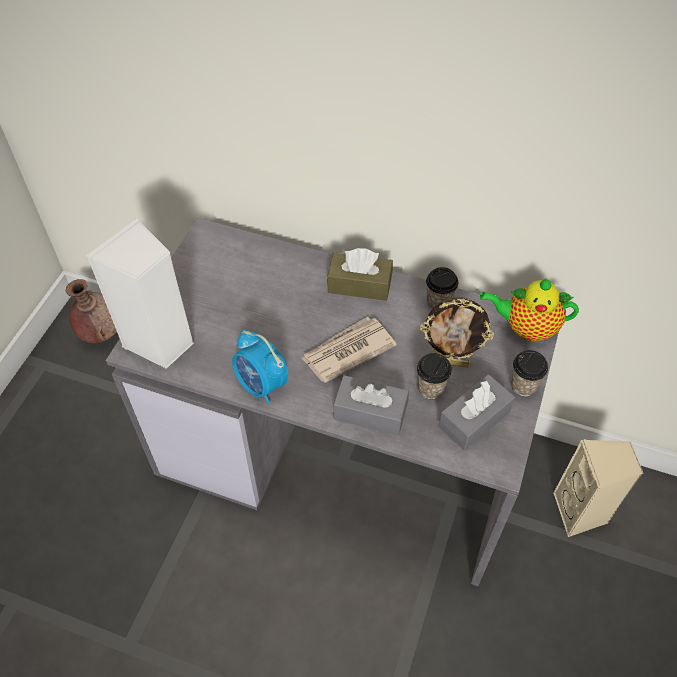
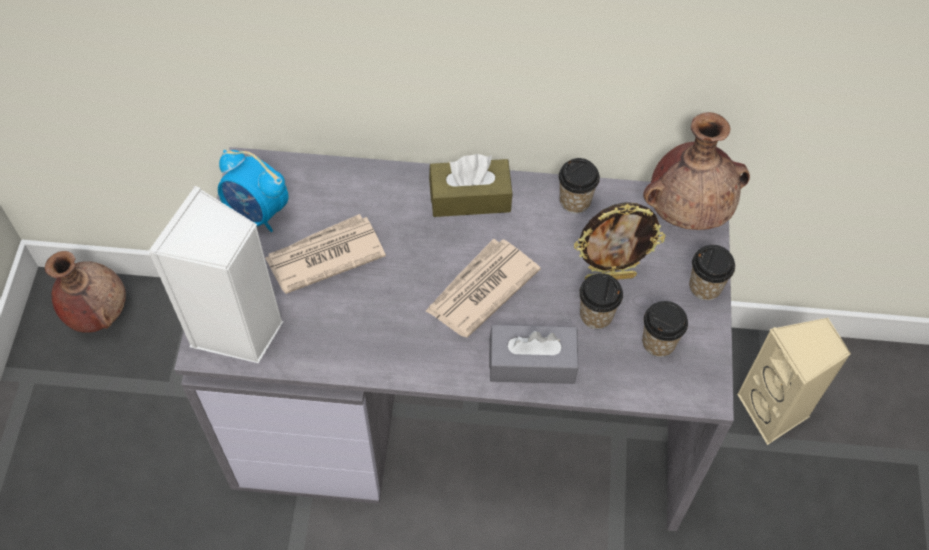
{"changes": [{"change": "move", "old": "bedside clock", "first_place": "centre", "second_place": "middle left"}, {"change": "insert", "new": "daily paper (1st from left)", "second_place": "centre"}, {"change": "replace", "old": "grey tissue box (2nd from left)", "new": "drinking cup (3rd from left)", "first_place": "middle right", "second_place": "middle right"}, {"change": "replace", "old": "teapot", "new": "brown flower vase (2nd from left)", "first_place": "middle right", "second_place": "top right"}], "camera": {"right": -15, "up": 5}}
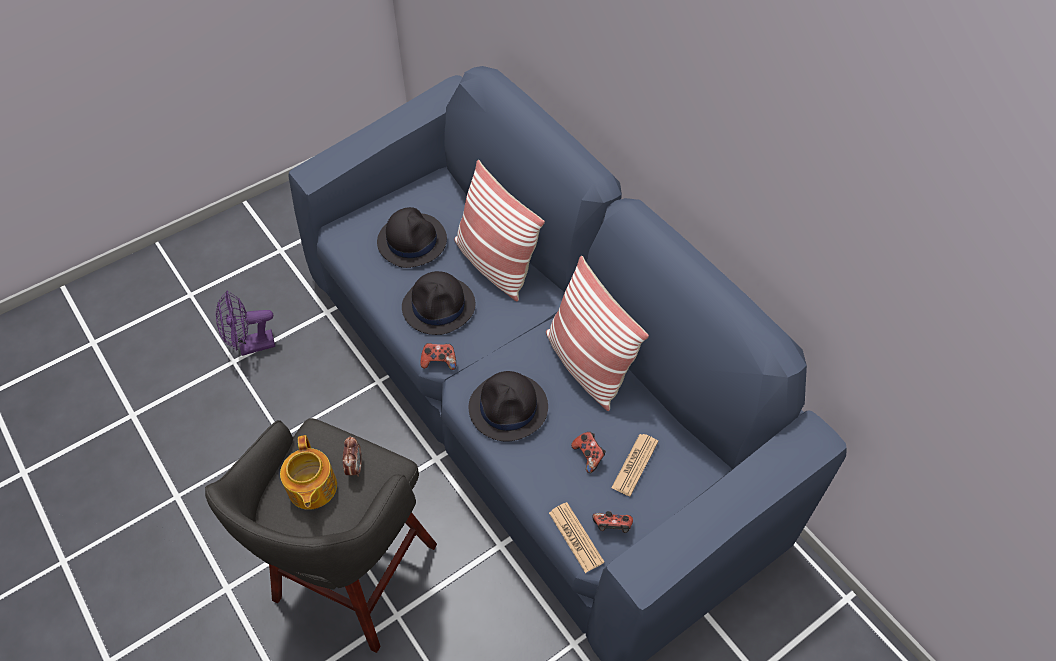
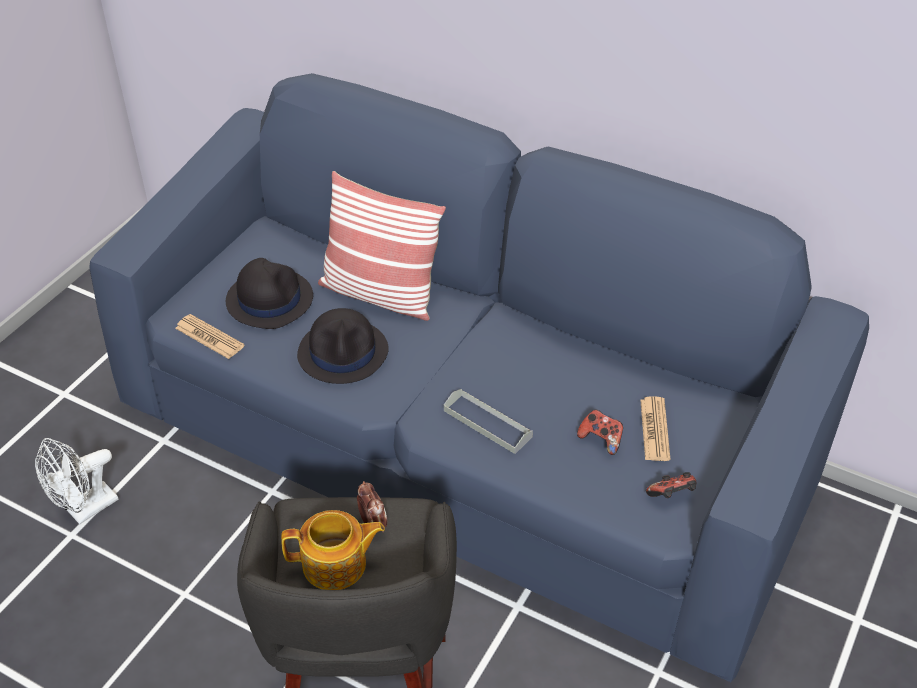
{"changes": [{"change": "recolor", "old": "purple-coloured cooling fan", "new": "whitish cooling fan", "first_place": "middle left", "second_place": "bottom left"}, {"change": "move", "old": "daily paper (1st from left)", "first_place": "bottom centre", "second_place": "middle left"}, {"change": "rotate", "old": "teapot", "first_place": "bottom left", "second_place": "bottom centre", "degrees": -60}, {"change": "replace", "old": "blackish wearable hat (3rd from left)", "new": "grey carrying tray", "first_place": "centre", "second_place": "centre"}, {"change": "delete", "old": "game controller (1st from left)", "first_place": "centre"}, {"change": "delete", "old": "pillow (2nd from left)", "first_place": "centre"}], "camera": {"right": -25, "up": -10}}
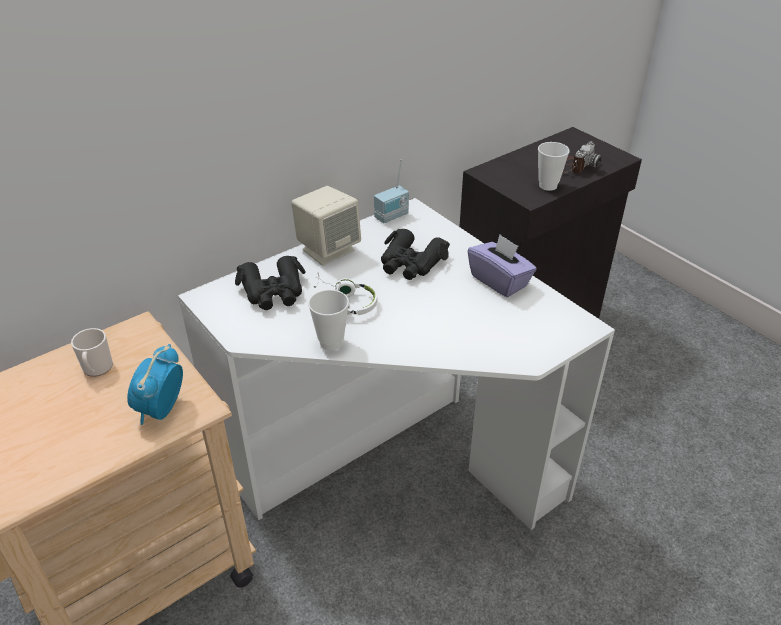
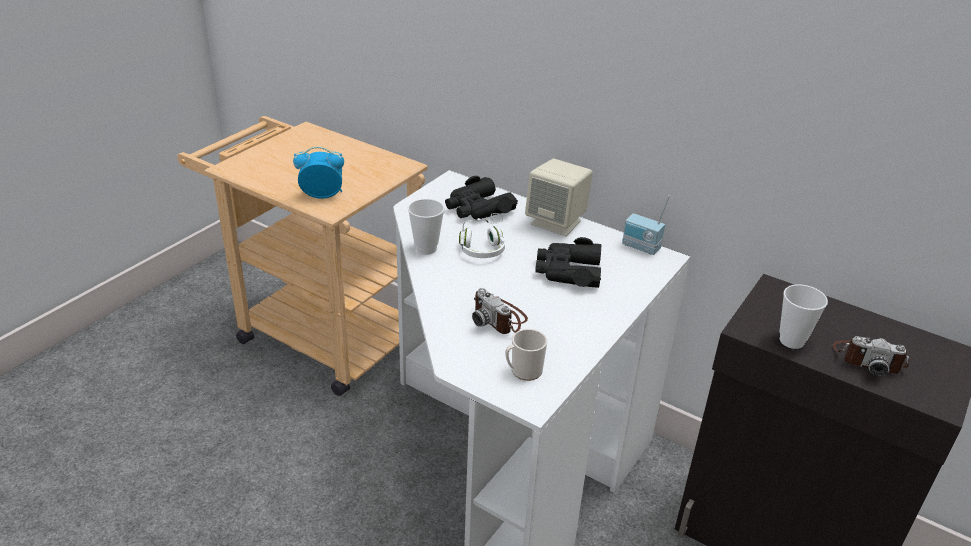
{"changes": [{"change": "insert", "new": "still camera (1st from left)", "second_place": "centre"}, {"change": "move", "old": "coffee mug", "first_place": "middle left", "second_place": "centre"}, {"change": "delete", "old": "purple-coloured tissue box", "first_place": "centre"}], "camera": {"right": 70, "up": -5}}
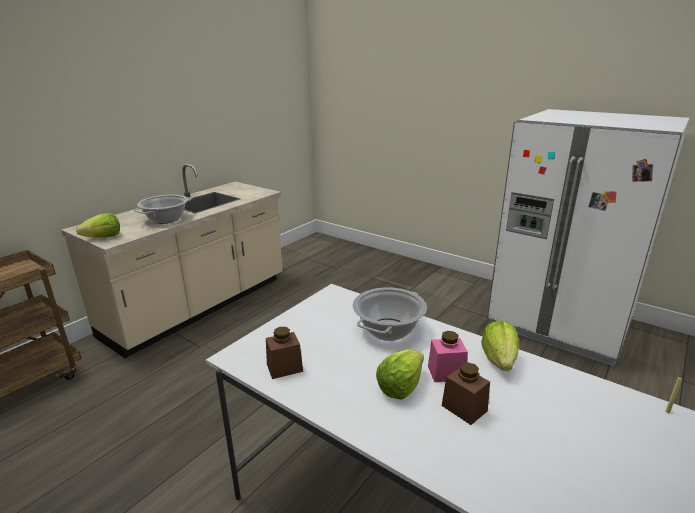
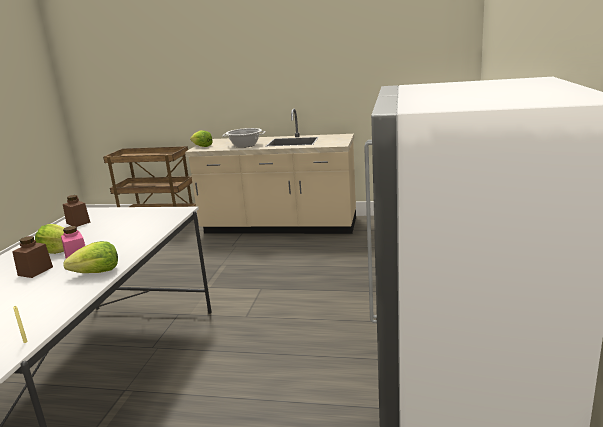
{"changes": [{"change": "delete", "old": "saucepot (2nd from left)", "first_place": "centre"}], "camera": {"right": 65, "up": -5}}
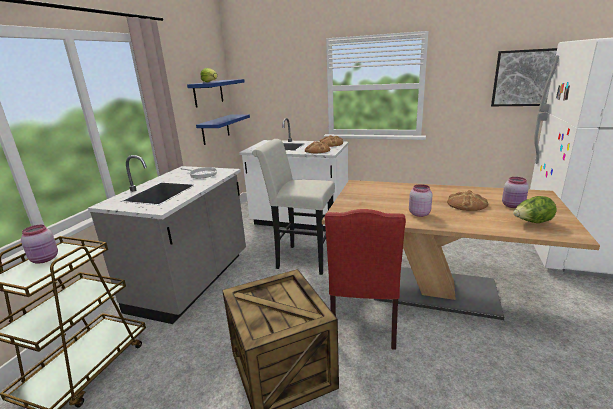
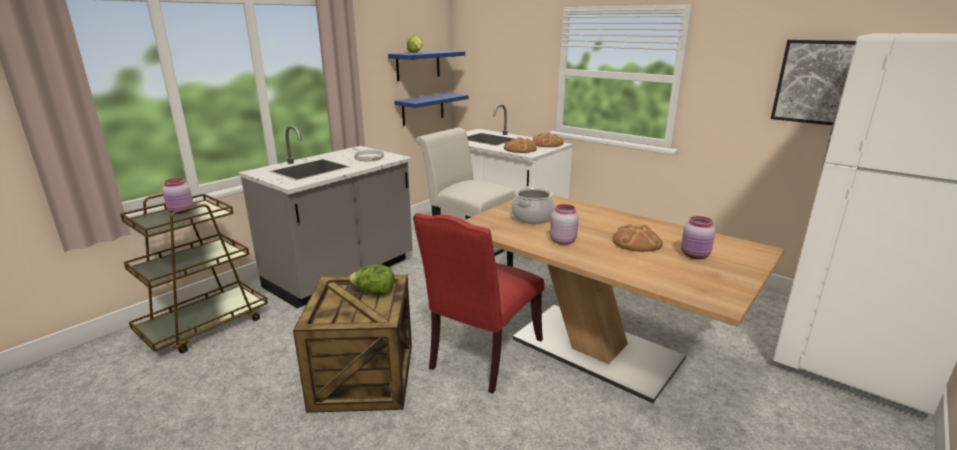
{"changes": [{"change": "move", "old": "lettuce head (2nd from left in the first image)", "new": "lettuce head (1st from left)", "first_place": "middle right", "second_place": "centre"}, {"change": "insert", "new": "saucepot", "second_place": "centre"}], "camera": {"right": 20, "up": 0}}
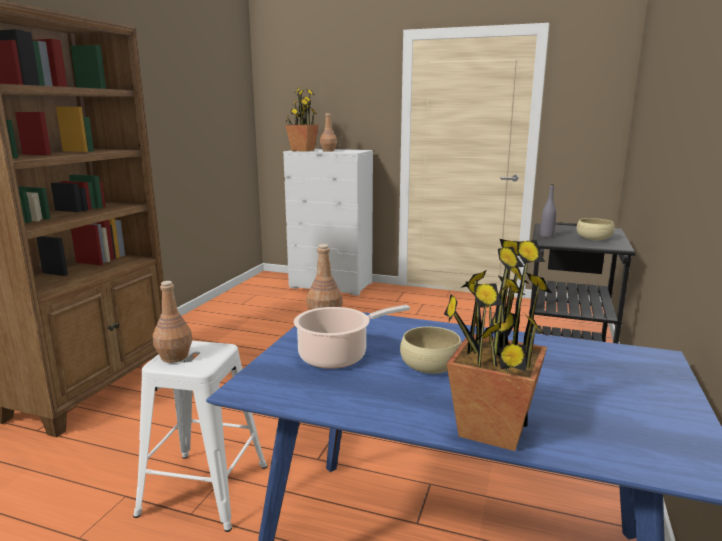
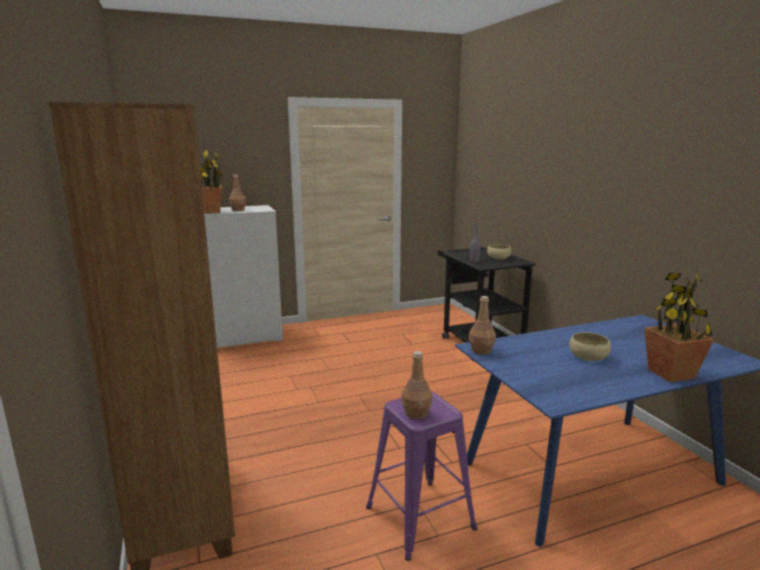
{"changes": [{"change": "recolor", "old": "whitish sitting stool", "new": "purple-coloured sitting stool", "first_place": "bottom left", "second_place": "bottom centre"}, {"change": "delete", "old": "saucepot", "first_place": "centre"}], "camera": {"right": -40, "up": 0}}
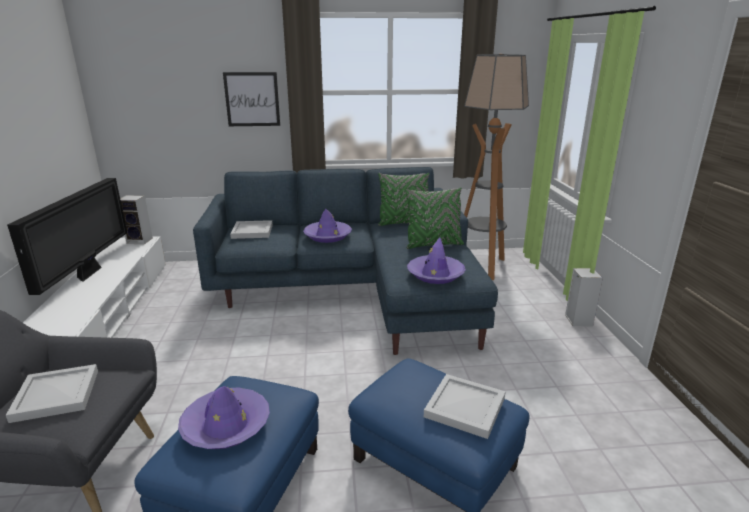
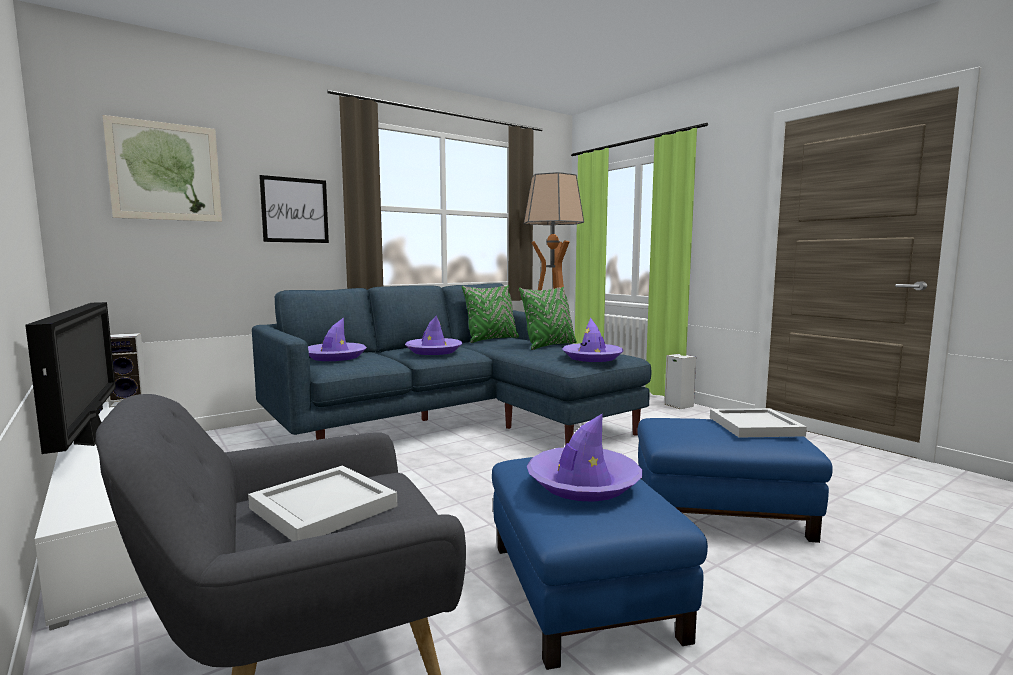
{"changes": [{"change": "insert", "new": "picture (1st from left)", "second_place": "top left"}, {"change": "replace", "old": "whitish carrying tray (2nd from left)", "new": "purple-coloured wearable hat (1st from left)", "first_place": "centre", "second_place": "middle left"}], "camera": {"right": -30, "up": -15}}
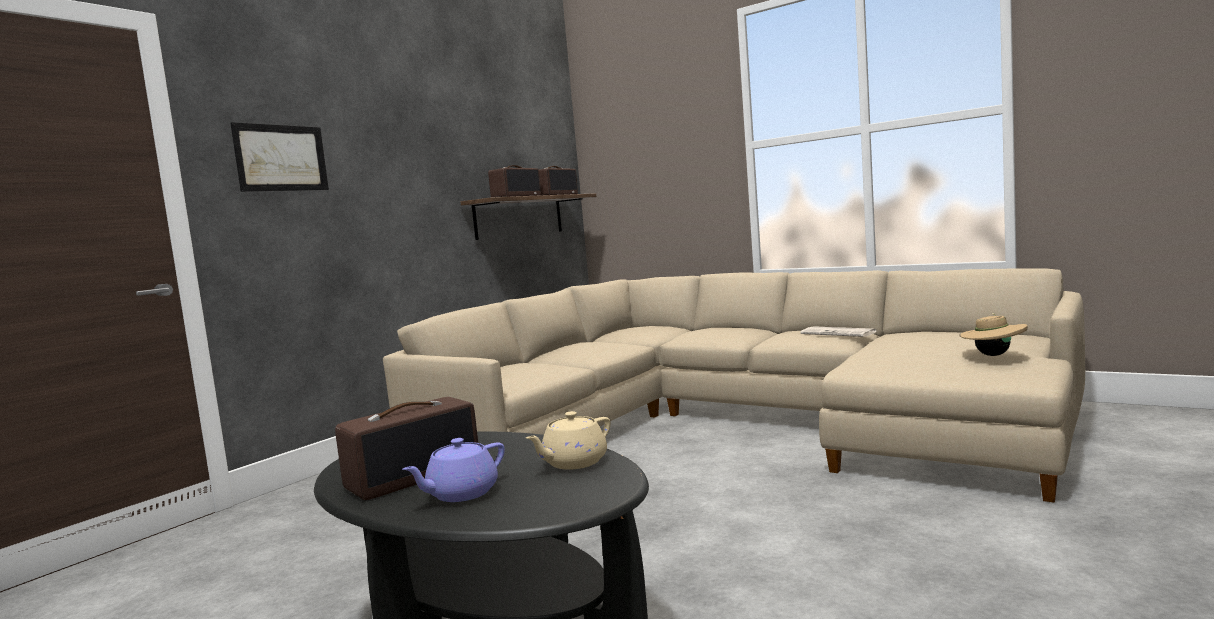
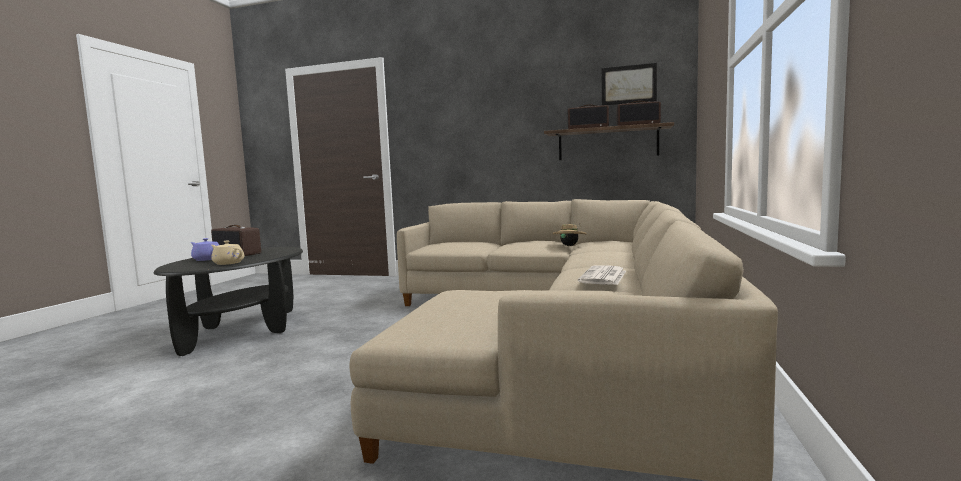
{"changes": [{"change": "move", "old": "beige wearable hat", "first_place": "middle right", "second_place": "centre"}, {"change": "move", "old": "picture", "first_place": "top left", "second_place": "top centre"}], "camera": {"right": 70, "up": 0}}
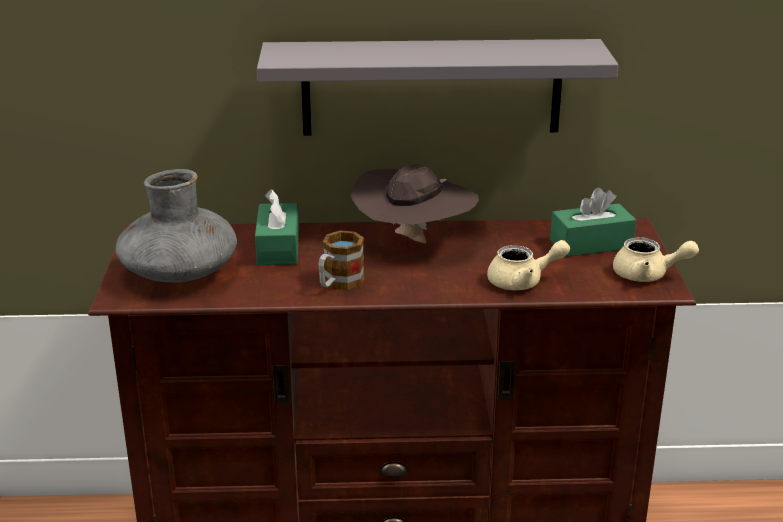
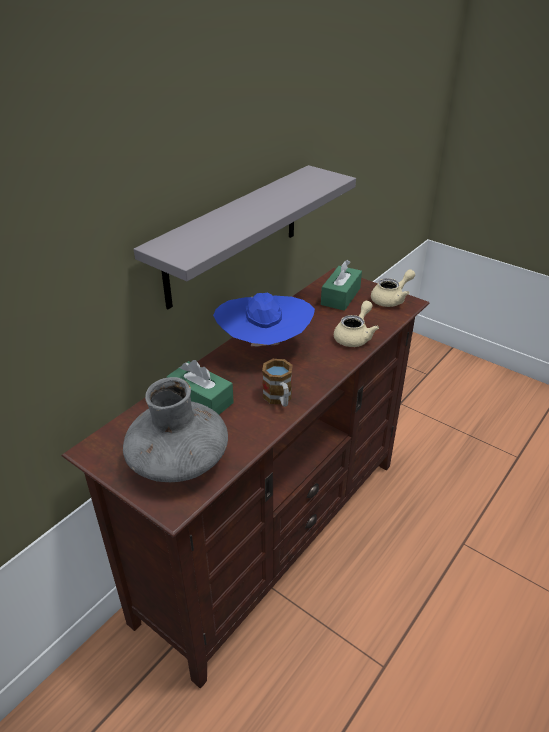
{"changes": [{"change": "recolor", "old": "brown wearable hat", "new": "blue-coloured wearable hat", "first_place": "centre", "second_place": "centre"}], "camera": {"right": -50, "up": 10}}
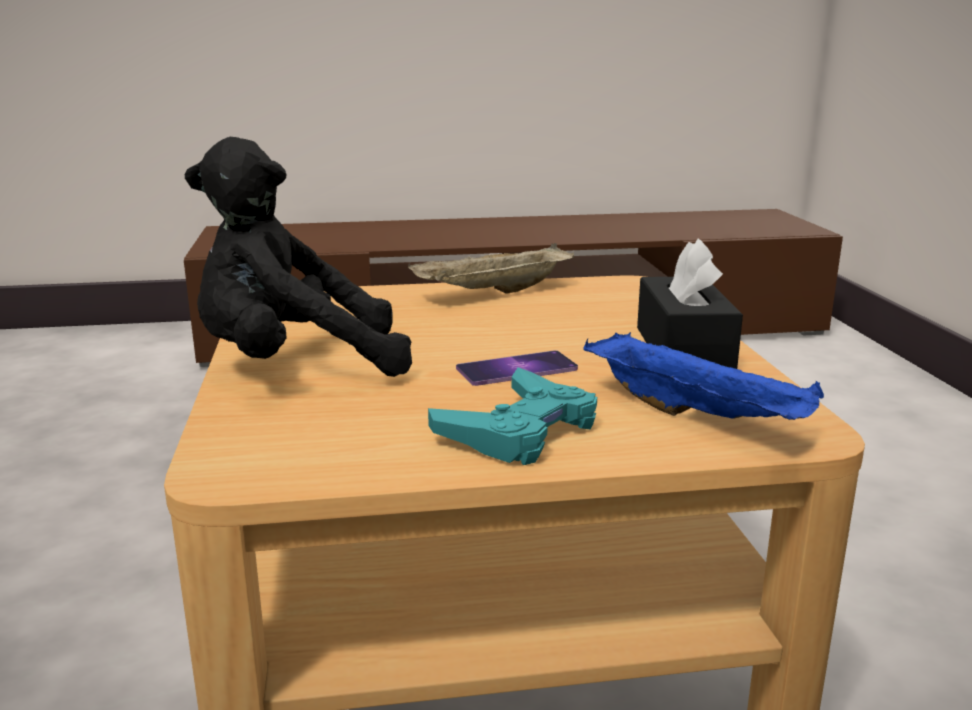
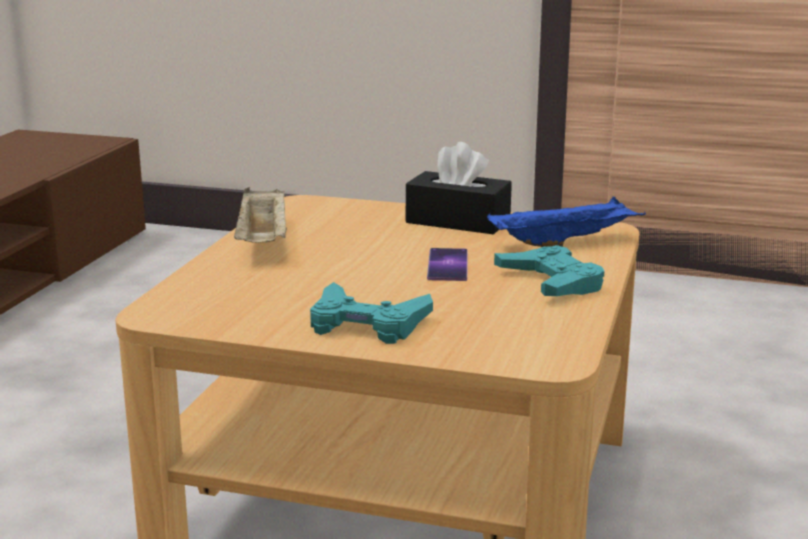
{"changes": [{"change": "replace", "old": "blackish plush toy", "new": "blue-green game controller (1st from left)", "first_place": "middle left", "second_place": "centre"}], "camera": {"right": -65, "up": 0}}
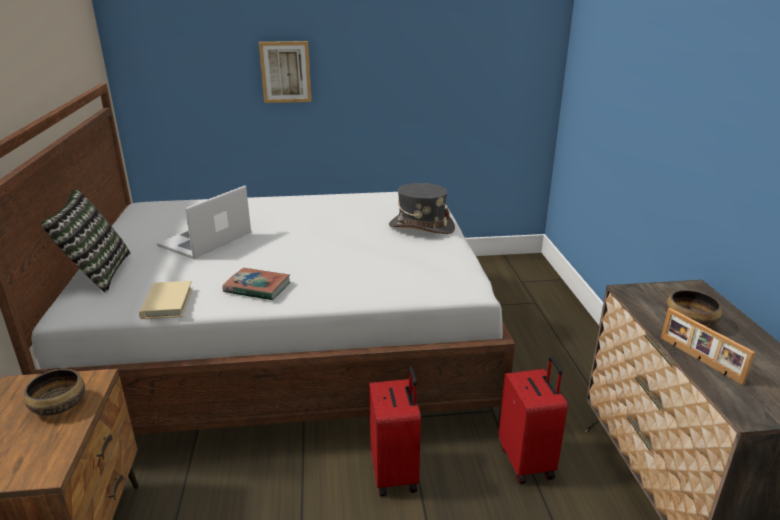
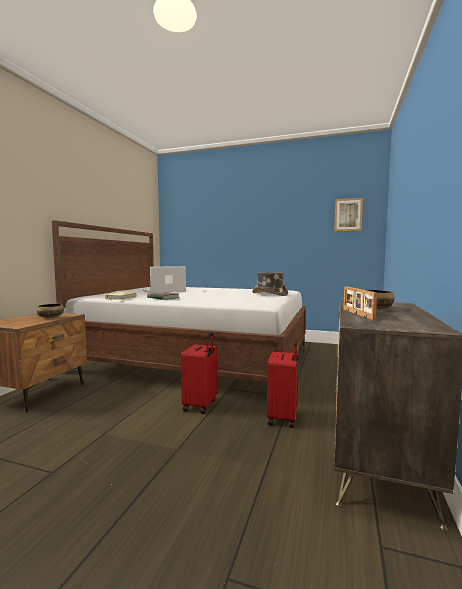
{"changes": [{"change": "move", "old": "picture", "first_place": "top centre", "second_place": "middle right"}, {"change": "delete", "old": "pillow", "first_place": "middle left"}], "camera": {"right": 25, "up": -20}}
